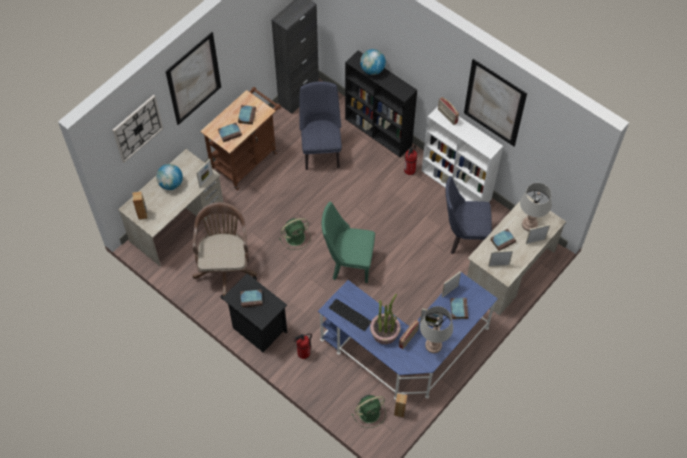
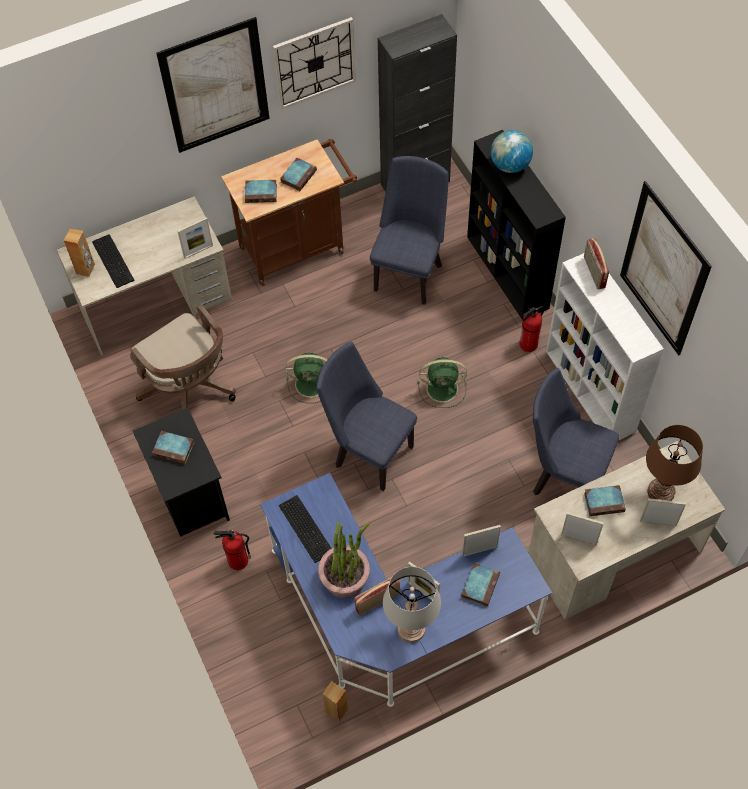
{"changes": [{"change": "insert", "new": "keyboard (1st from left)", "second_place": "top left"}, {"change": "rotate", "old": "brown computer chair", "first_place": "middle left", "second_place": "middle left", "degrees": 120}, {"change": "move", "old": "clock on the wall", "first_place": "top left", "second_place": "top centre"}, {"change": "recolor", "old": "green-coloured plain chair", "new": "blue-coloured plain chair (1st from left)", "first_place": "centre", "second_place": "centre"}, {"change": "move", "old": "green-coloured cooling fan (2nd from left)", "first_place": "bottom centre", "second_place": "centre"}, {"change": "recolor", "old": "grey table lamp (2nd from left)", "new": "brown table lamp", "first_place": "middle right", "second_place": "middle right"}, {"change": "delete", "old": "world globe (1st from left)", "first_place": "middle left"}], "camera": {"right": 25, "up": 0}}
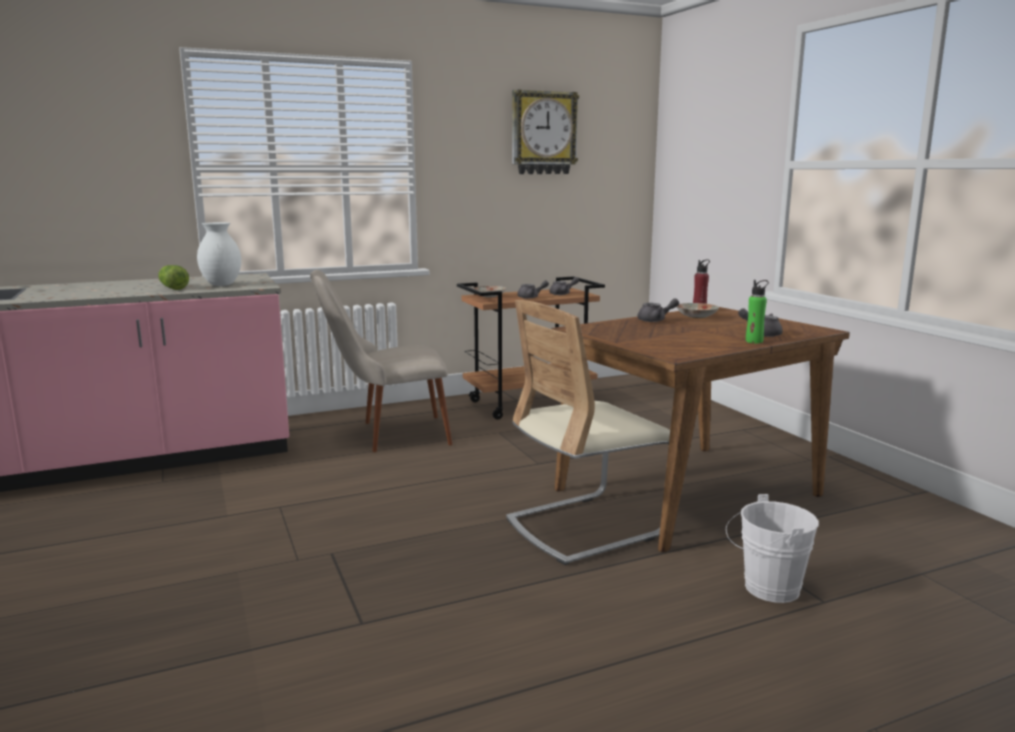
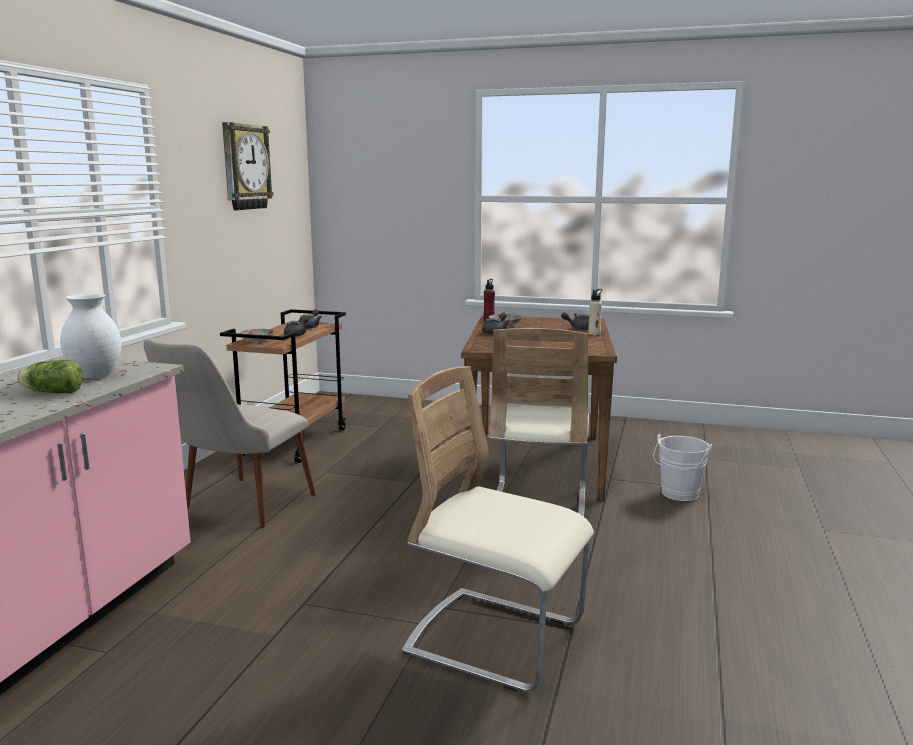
{"changes": [{"change": "insert", "new": "beige plain chair (2nd from left)", "second_place": "bottom centre"}, {"change": "recolor", "old": "green-coloured beverage bottle", "new": "beige beverage bottle", "first_place": "middle right", "second_place": "centre"}], "camera": {"right": -50, "up": 0}}
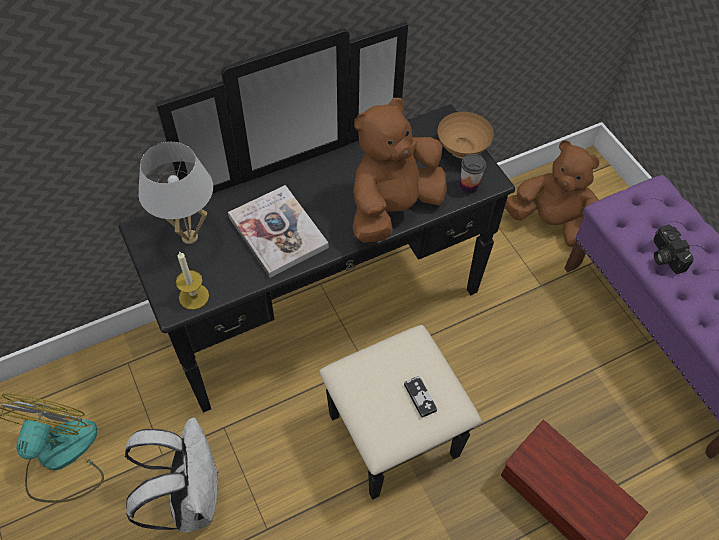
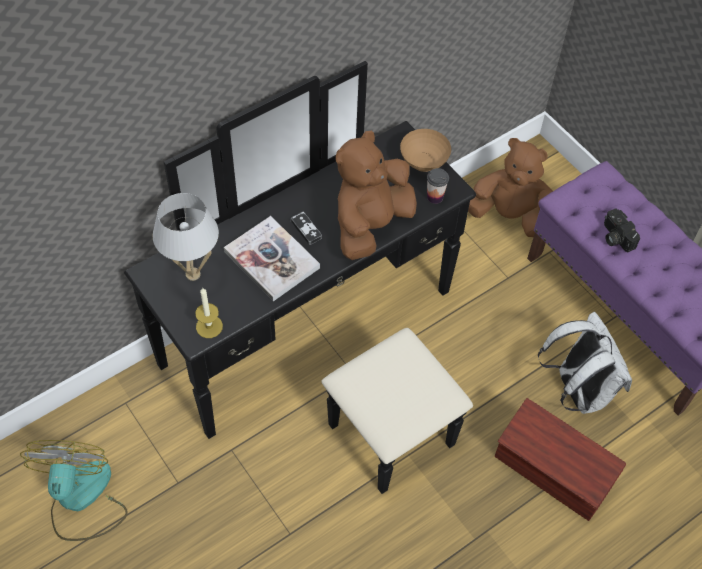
{"changes": [{"change": "move", "old": "game controller", "first_place": "bottom centre", "second_place": "centre"}, {"change": "move", "old": "whitish knapsack", "first_place": "bottom left", "second_place": "middle right"}], "camera": {"right": -10, "up": 0}}
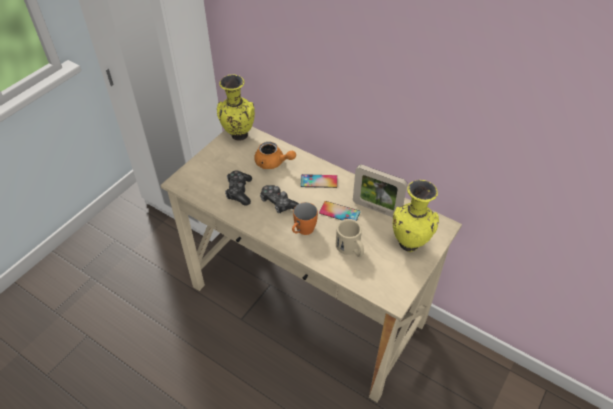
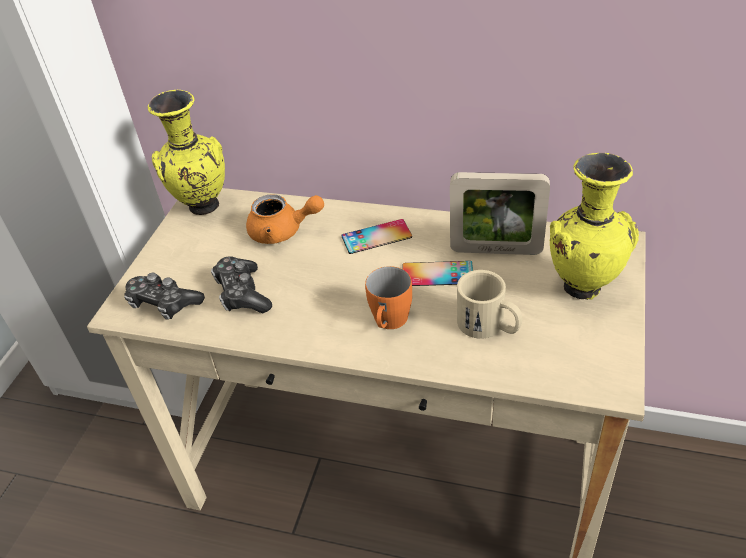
{"changes": [{"change": "move", "old": "game controller (2nd from left in the first image)", "new": "game controller (1st from left)", "first_place": "centre", "second_place": "middle left"}], "camera": {"right": -15, "up": -5}}
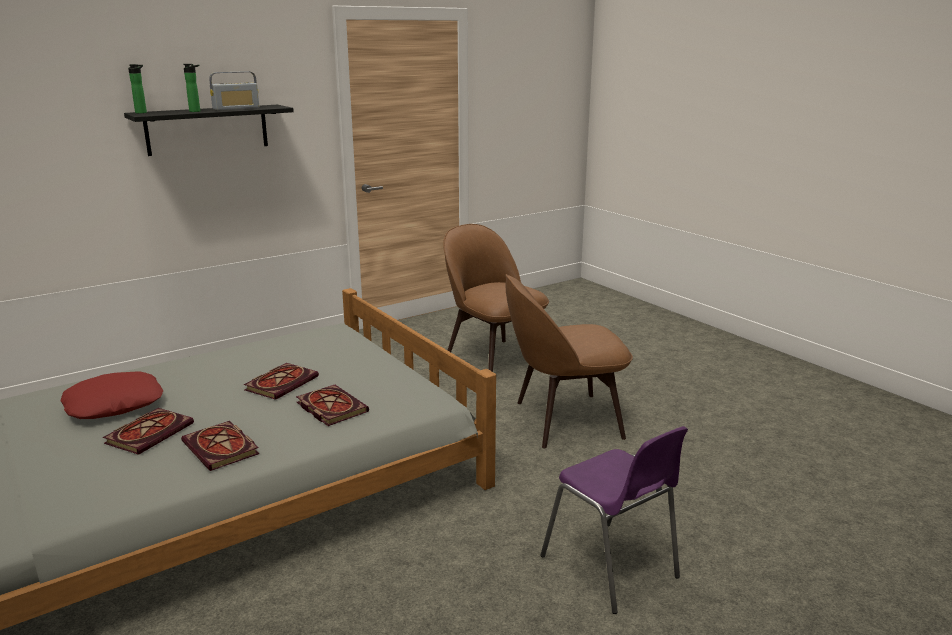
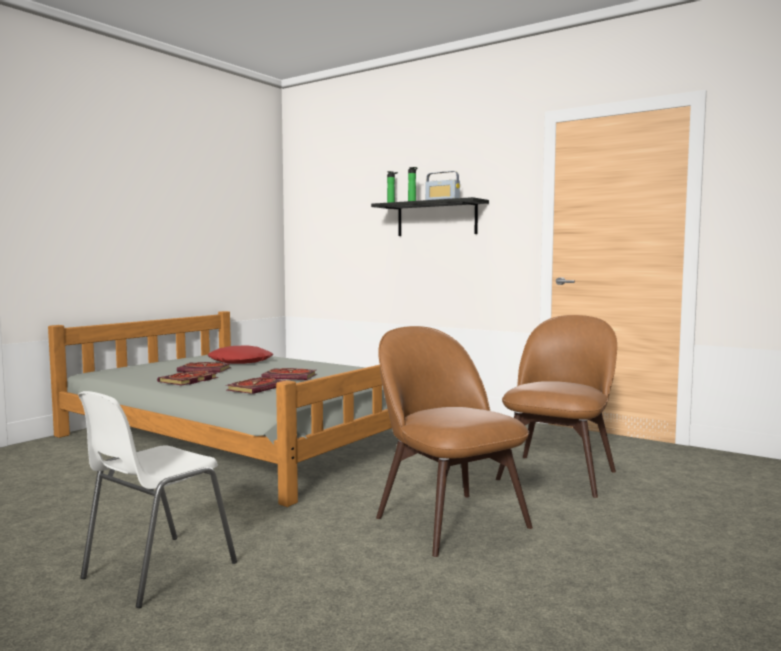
{"changes": [{"change": "recolor", "old": "purple-coloured plain chair", "new": "whitish plain chair", "first_place": "bottom centre", "second_place": "bottom left"}], "camera": {"right": 70, "up": -15}}
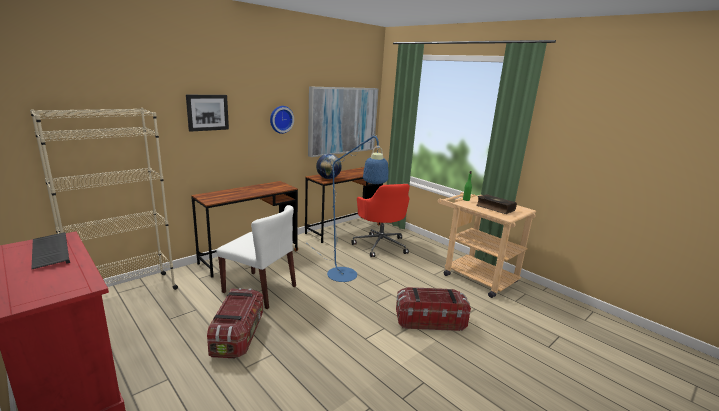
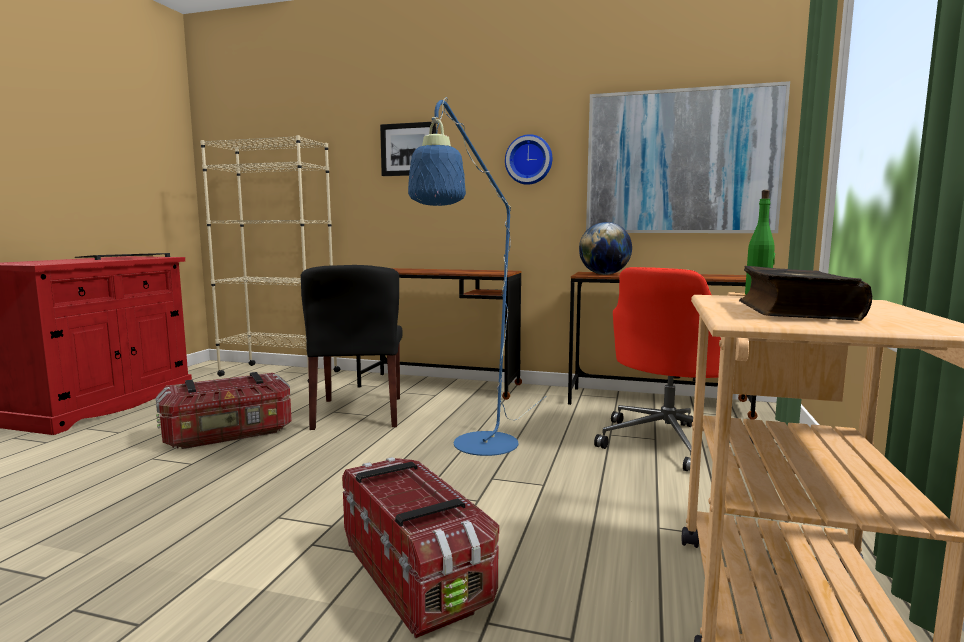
{"changes": [{"change": "recolor", "old": "whitish plain chair", "new": "blackish plain chair", "first_place": "centre", "second_place": "centre"}], "camera": {"right": 60, "up": -10}}
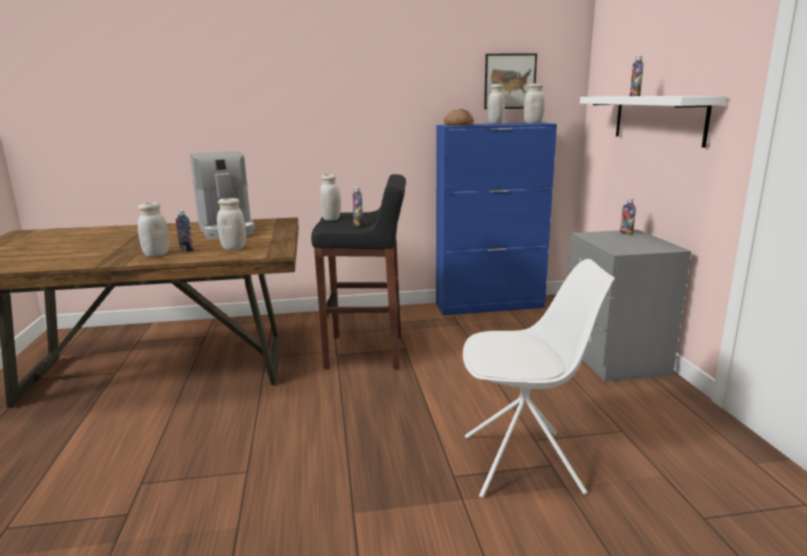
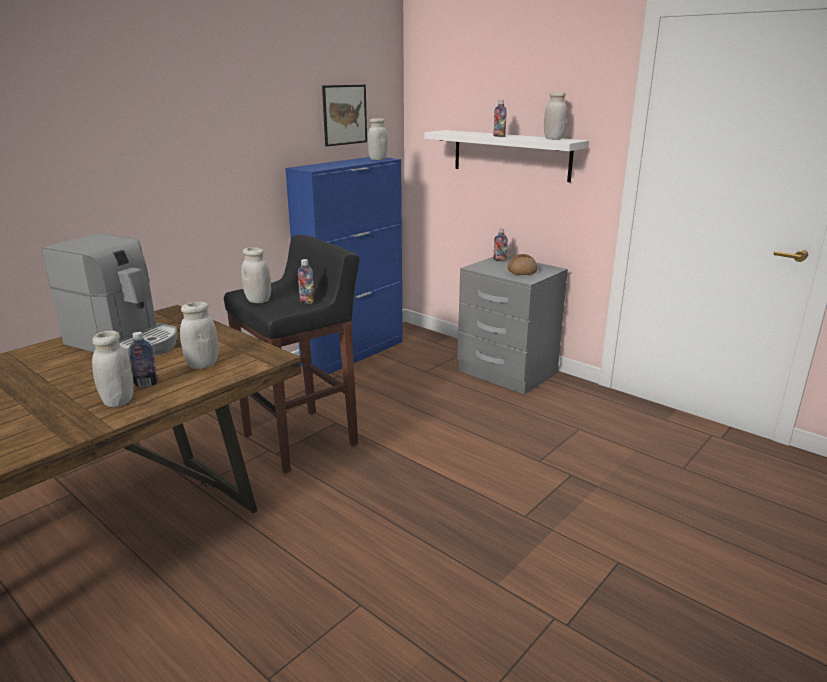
{"changes": [{"change": "move", "old": "bakery bread", "first_place": "top centre", "second_place": "centre"}, {"change": "move", "old": "whitish storage jar (4th from left in the first image)", "new": "whitish storage jar (5th from left)", "first_place": "top centre", "second_place": "top right"}, {"change": "delete", "old": "whitish plain chair", "first_place": "bottom right"}], "camera": {"right": -40, "up": 5}}
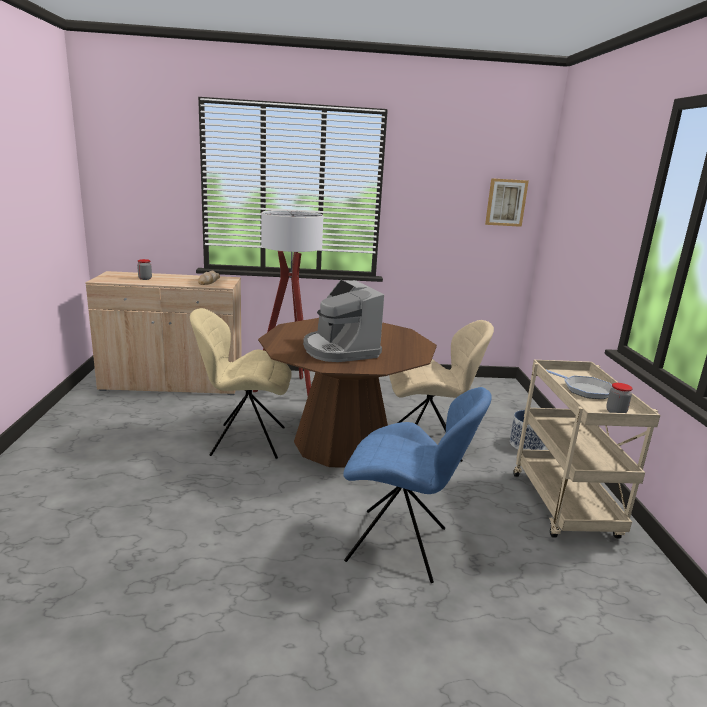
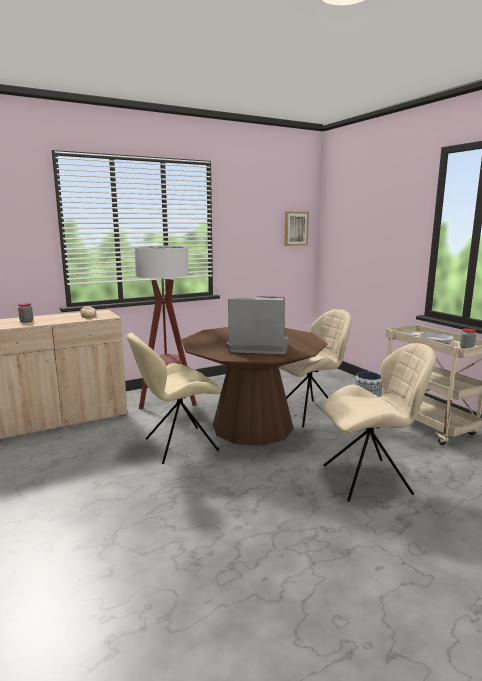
{"changes": [{"change": "rotate", "old": "coffee maker", "first_place": "centre", "second_place": "centre", "degrees": 150}, {"change": "recolor", "old": "blue-coloured plain chair", "new": "beige plain chair (3rd from left)", "first_place": "bottom centre", "second_place": "middle right"}], "camera": {"right": -25, "up": -5}}
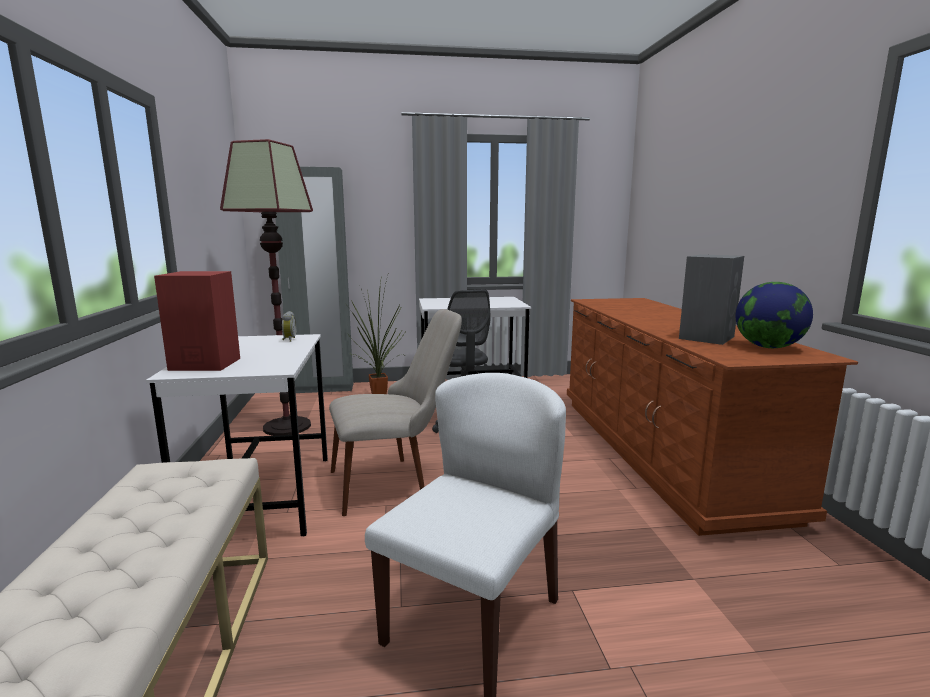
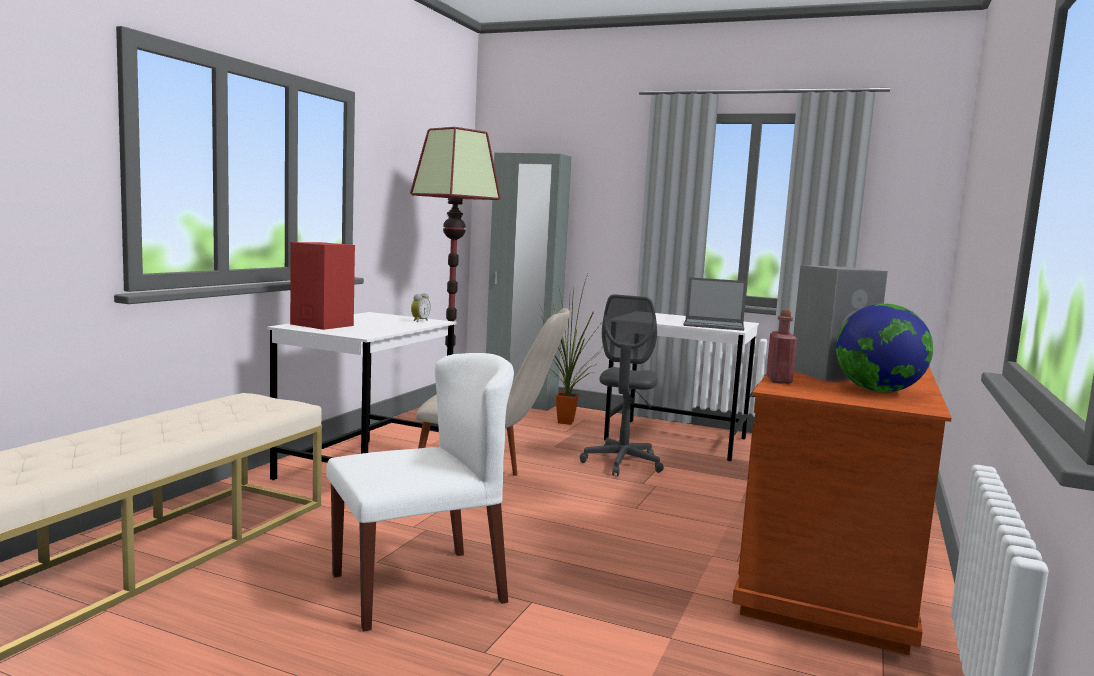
{"changes": [{"change": "insert", "new": "portable computer", "second_place": "centre"}, {"change": "insert", "new": "red beverage bottle", "second_place": "middle right"}], "camera": {"right": 30, "up": -5}}
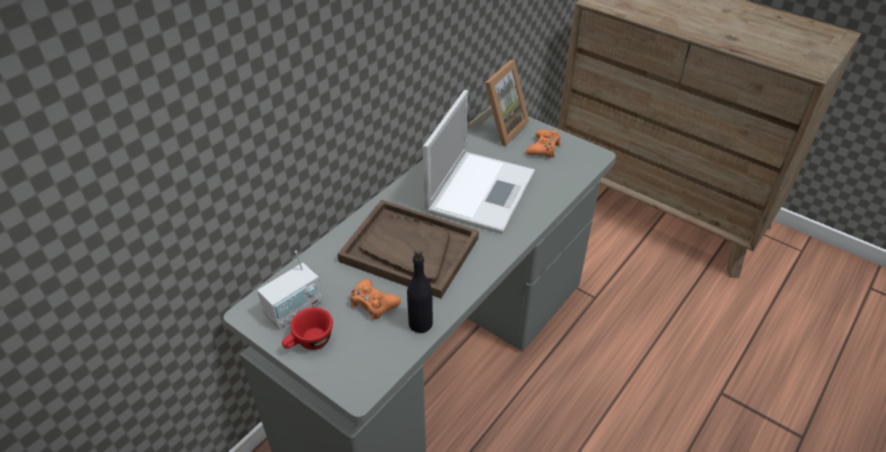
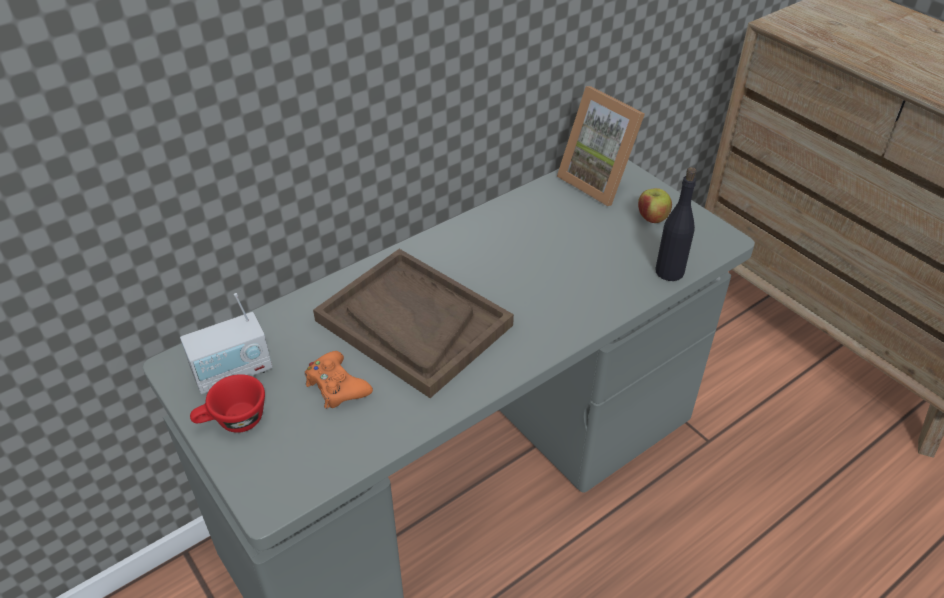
{"changes": [{"change": "rotate", "old": "picture frame", "first_place": "top centre", "second_place": "top centre", "degrees": 90}, {"change": "replace", "old": "orangey game controller (2nd from left)", "new": "apple", "first_place": "top centre", "second_place": "middle right"}, {"change": "move", "old": "blackish beverage bottle", "first_place": "centre", "second_place": "middle right"}, {"change": "delete", "old": "portable computer", "first_place": "centre"}], "camera": {"right": 15, "up": 0}}
